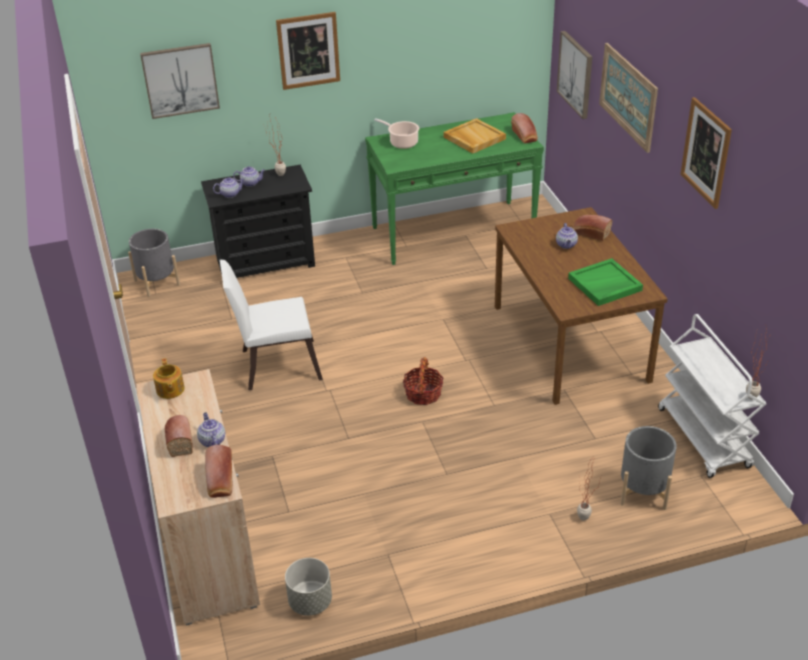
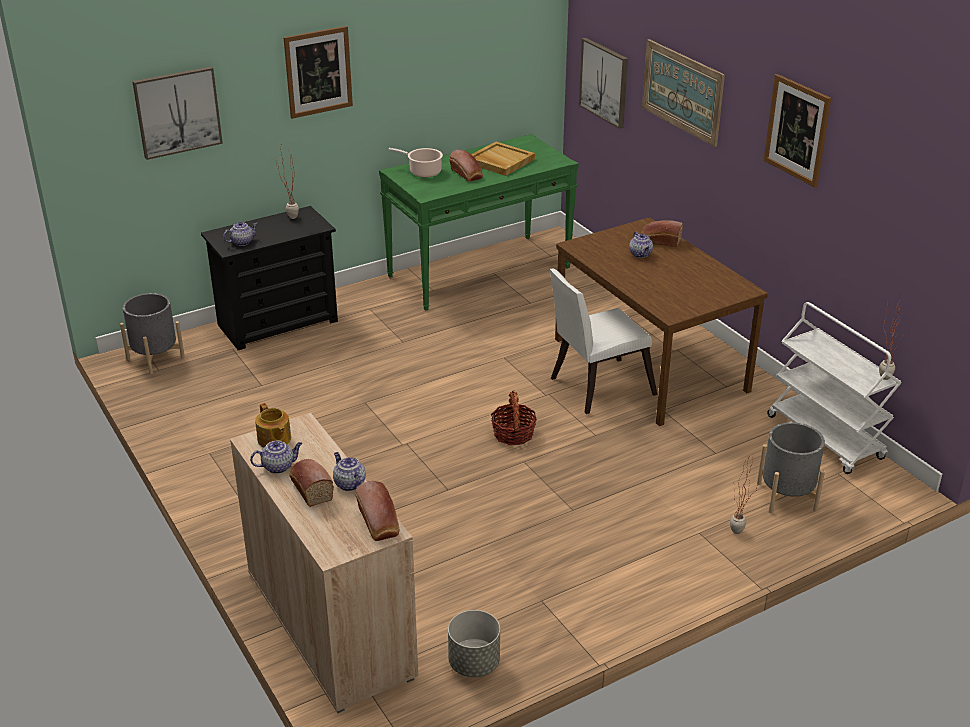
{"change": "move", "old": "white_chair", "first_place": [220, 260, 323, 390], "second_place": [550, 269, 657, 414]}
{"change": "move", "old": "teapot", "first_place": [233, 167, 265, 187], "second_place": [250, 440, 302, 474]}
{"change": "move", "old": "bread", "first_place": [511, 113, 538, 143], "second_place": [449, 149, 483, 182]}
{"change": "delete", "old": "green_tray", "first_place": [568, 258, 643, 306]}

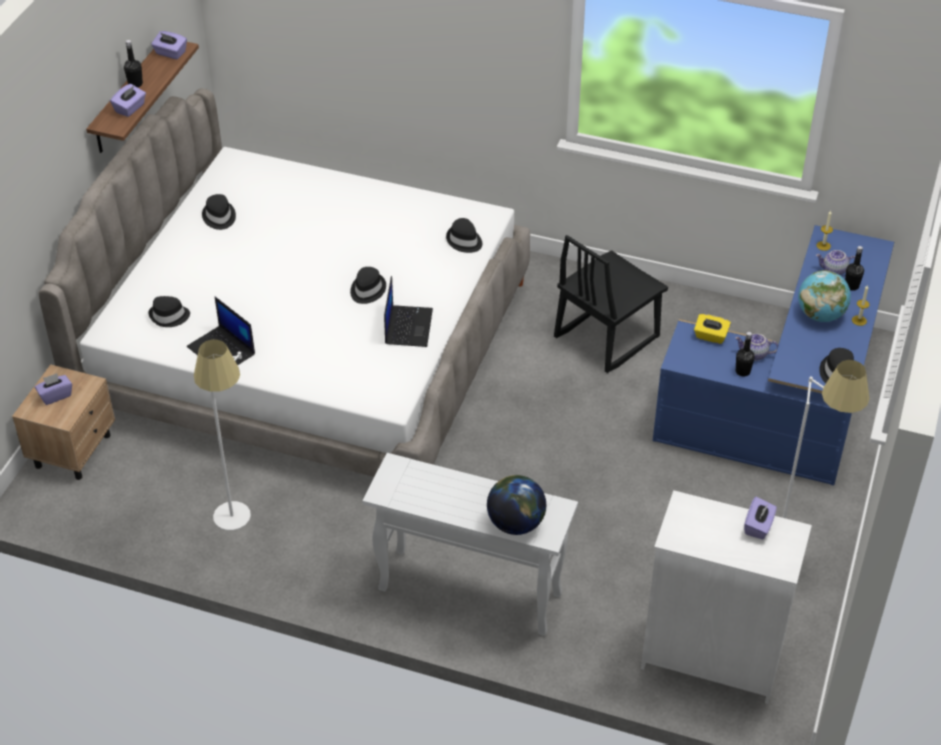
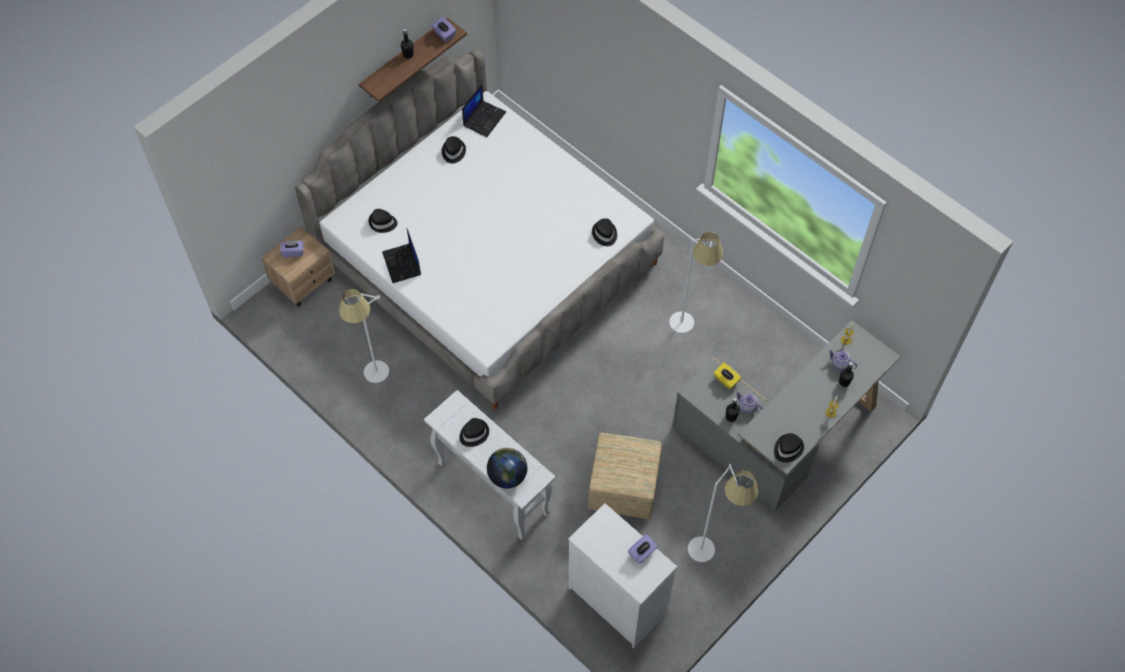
{"change": "delete", "old": "purple_tissue_box", "first_place": [110, 84, 146, 117]}
{"change": "move", "old": "black_hat", "first_place": [350, 267, 386, 304], "second_place": [459, 418, 489, 447]}
{"change": "move", "old": "laptop", "first_place": [384, 276, 433, 347], "second_place": [462, 84, 506, 137]}
{"change": "replace", "old": "black_chair", "new": "white_floor_lamp", "first_place": [554, 235, 668, 373], "second_place": [669, 232, 723, 333]}
{"change": "recolor", "old": "blue_desk", "new": "grey_desk", "first_place": [653, 225, 894, 486], "second_place": [672, 320, 901, 512]}
{"change": "delete", "old": "globe", "first_place": [798, 270, 851, 322]}
{"change": "insert", "new": "ottoman", "second_place": [588, 432, 662, 519]}

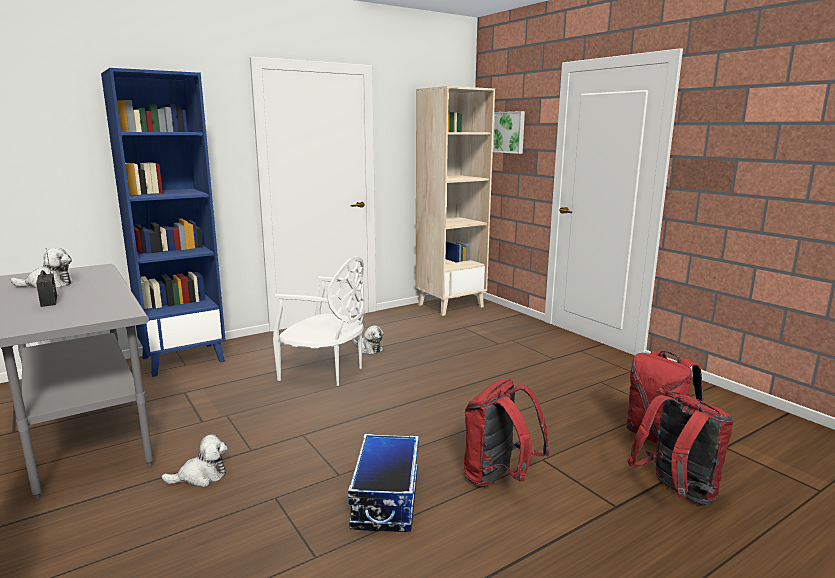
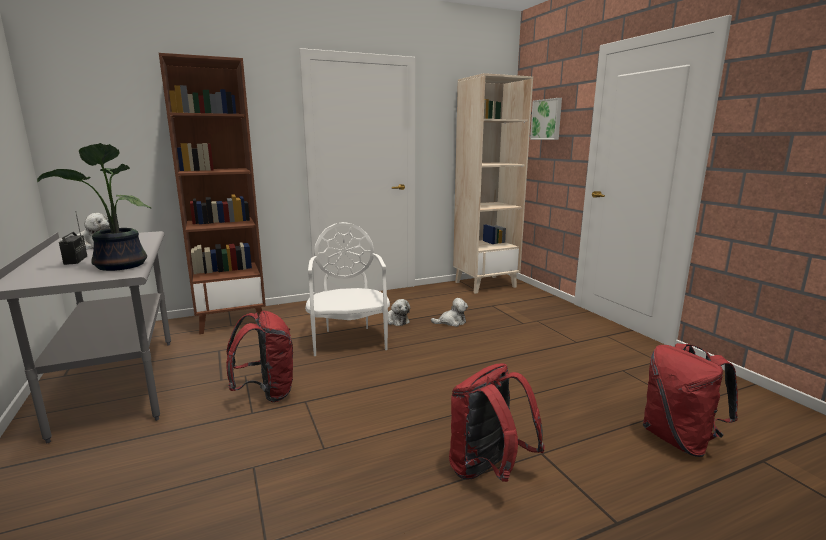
{"change": "recolor", "old": "blue_bookcase", "new": "brown_bookcase", "first_place": [101, 68, 226, 377], "second_place": [159, 53, 266, 334]}
{"change": "move", "old": "plush_toy", "first_place": [161, 434, 227, 487], "second_place": [431, 298, 468, 327]}
{"change": "rotate", "old": "white_chair", "first_place": [273, 257, 365, 386], "second_place": [305, 222, 390, 356], "degrees": -135}
{"change": "delete", "old": "storage_box", "first_place": [348, 434, 419, 532]}
{"change": "move", "old": "red_backpack", "first_place": [628, 390, 733, 506], "second_place": [226, 311, 294, 402]}
{"change": "insert", "new": "potted_plant", "second_place": [37, 143, 152, 271]}

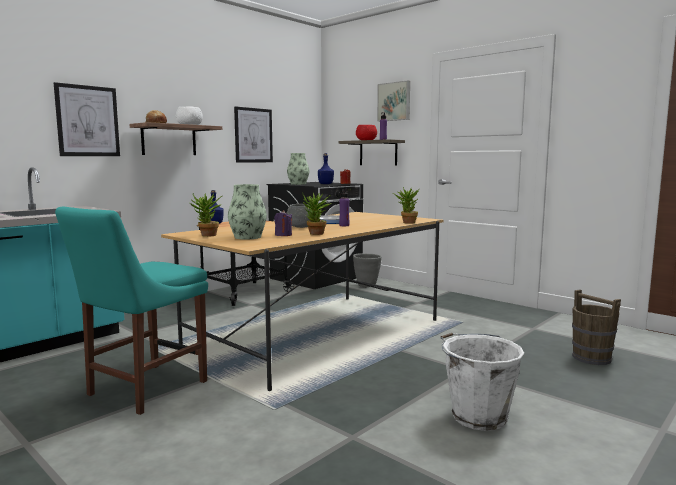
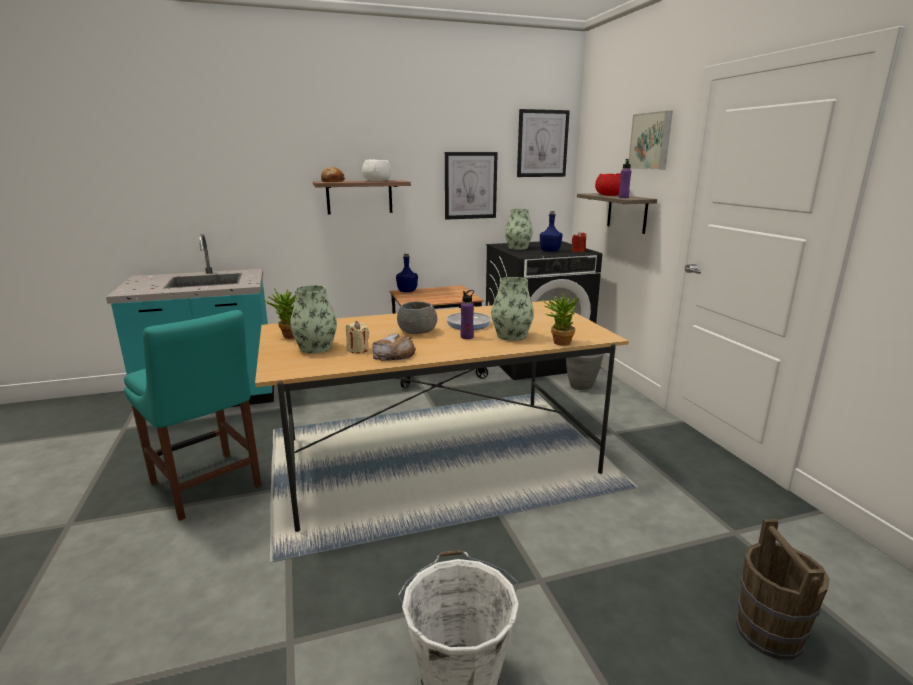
{"change": "move", "old": "picture", "first_place": [54, 82, 120, 156], "second_place": [517, 109, 570, 177]}
{"change": "rotate", "old": "turquoise_chair", "first_place": [55, 207, 208, 415], "second_place": [124, 310, 262, 521], "degrees": -105}
{"change": "recolor", "old": "purple_candle", "new": "beige_candle", "first_place": [274, 210, 292, 236], "second_place": [346, 321, 369, 353]}
{"change": "replace", "old": "potted_plant", "new": "bread", "first_place": [302, 192, 332, 235], "second_place": [372, 333, 416, 361]}
{"change": "insert", "new": "vase", "second_place": [491, 277, 534, 341]}

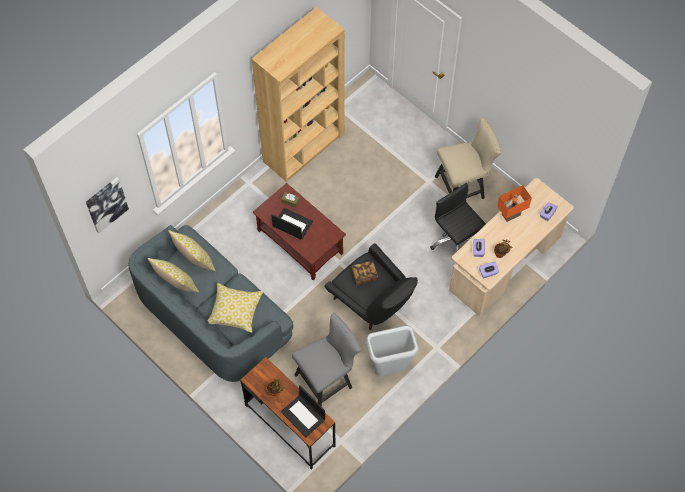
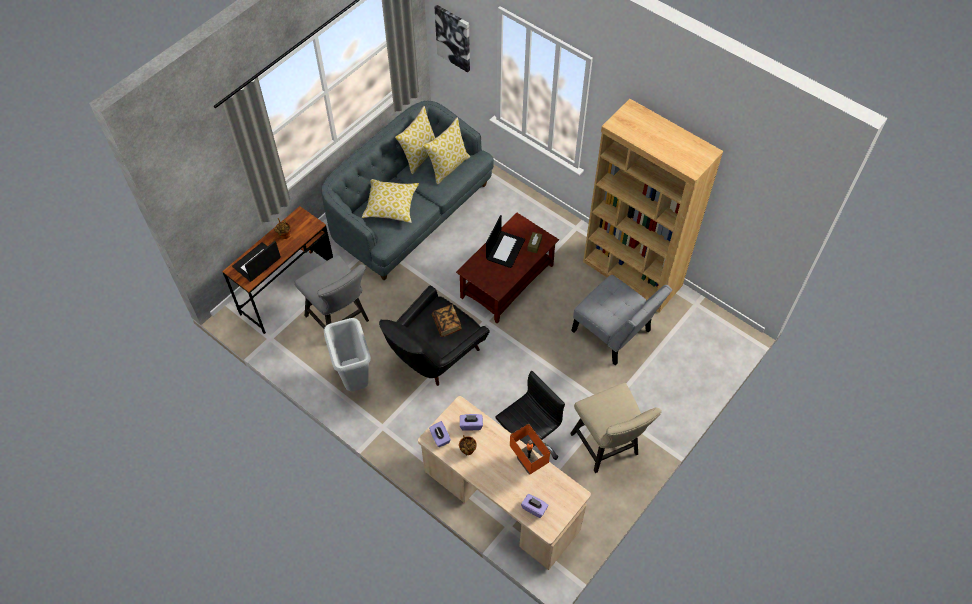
{"change": "insert", "new": "grey_chair", "second_place": [571, 275, 672, 365]}

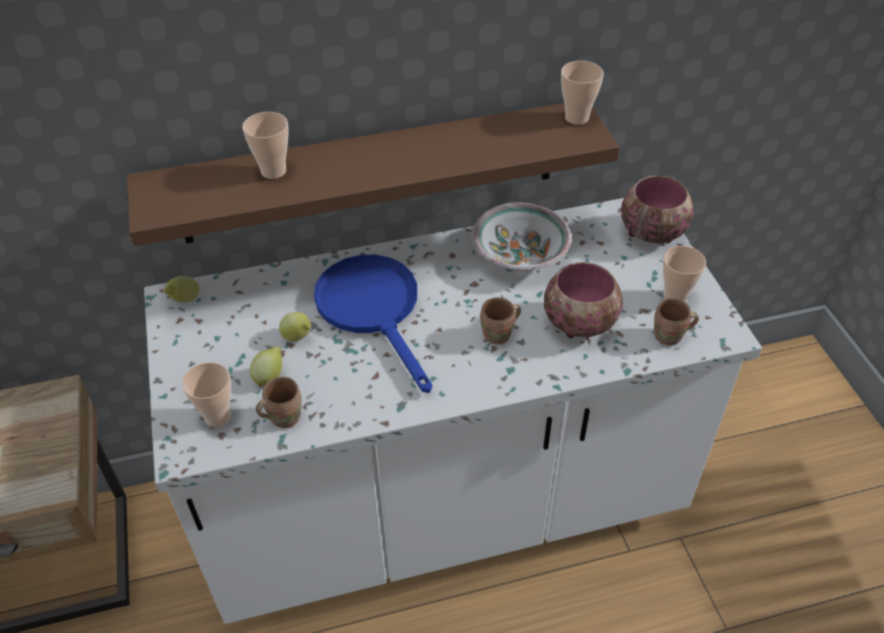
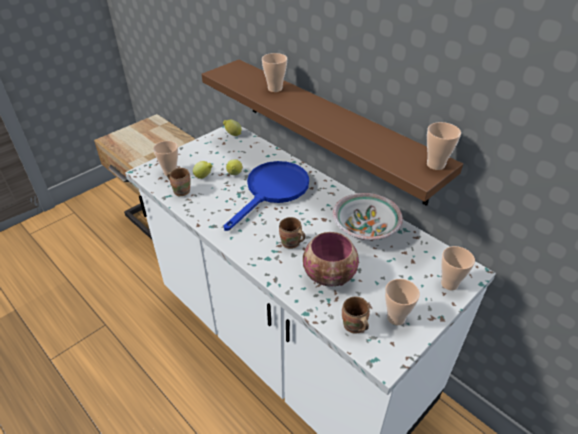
{"change": "replace", "old": "bowl", "new": "cup", "first_place": [621, 175, 693, 243], "second_place": [441, 246, 475, 290]}

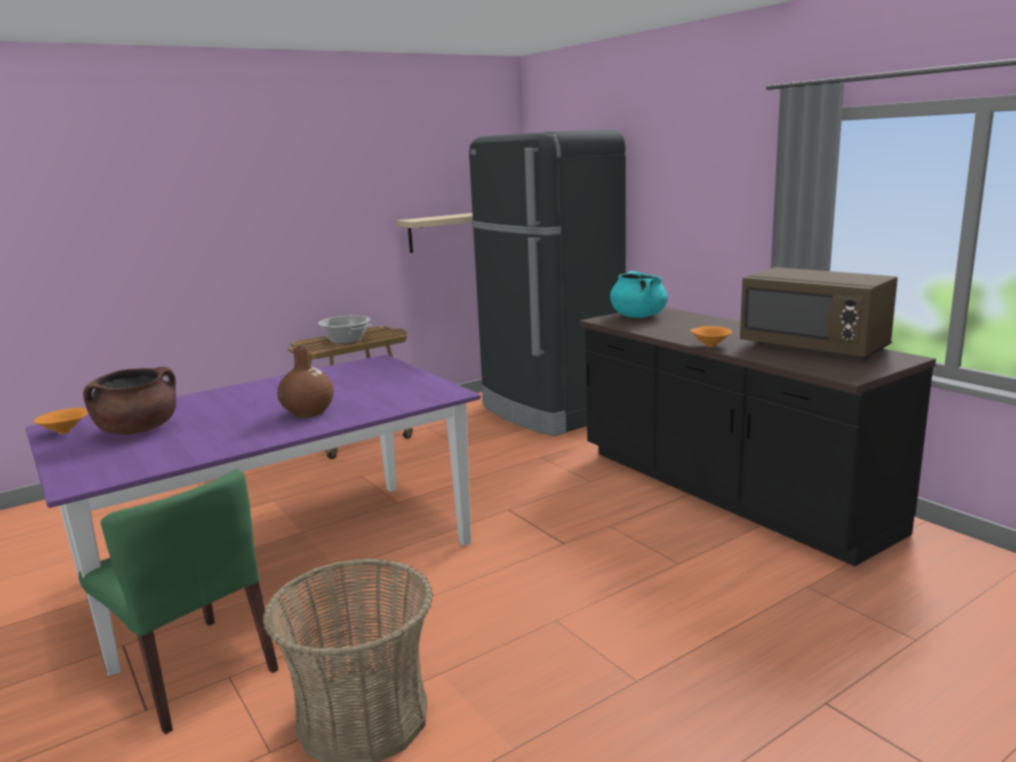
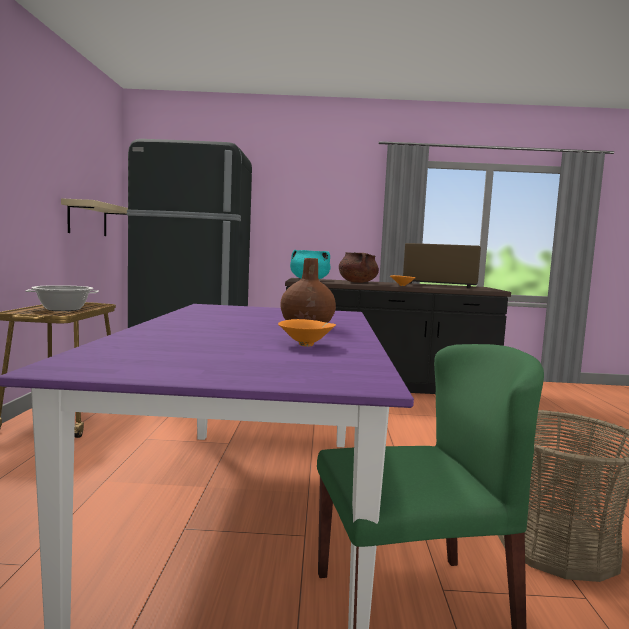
{"change": "move", "old": "orange_bowl", "first_place": [34, 408, 87, 434], "second_place": [278, 319, 336, 347]}
{"change": "move", "old": "brown_cooking_pot", "first_place": [83, 367, 176, 435], "second_place": [339, 252, 379, 283]}
{"change": "rotate", "old": "brown_microwave", "first_place": [740, 267, 898, 360], "second_place": [403, 243, 481, 288], "degrees": -150}

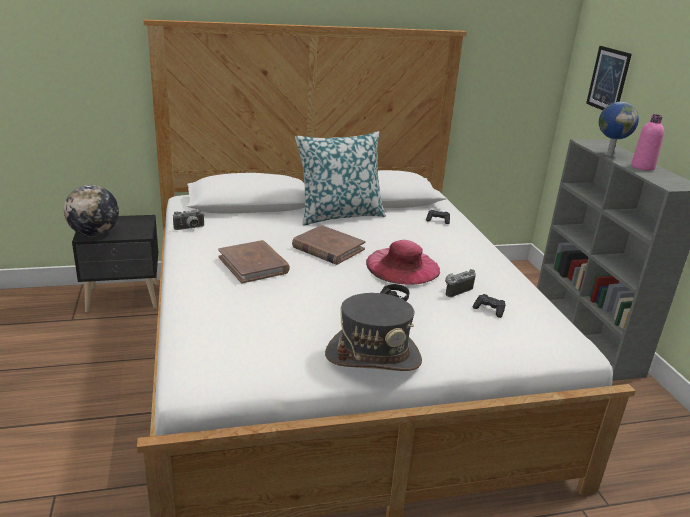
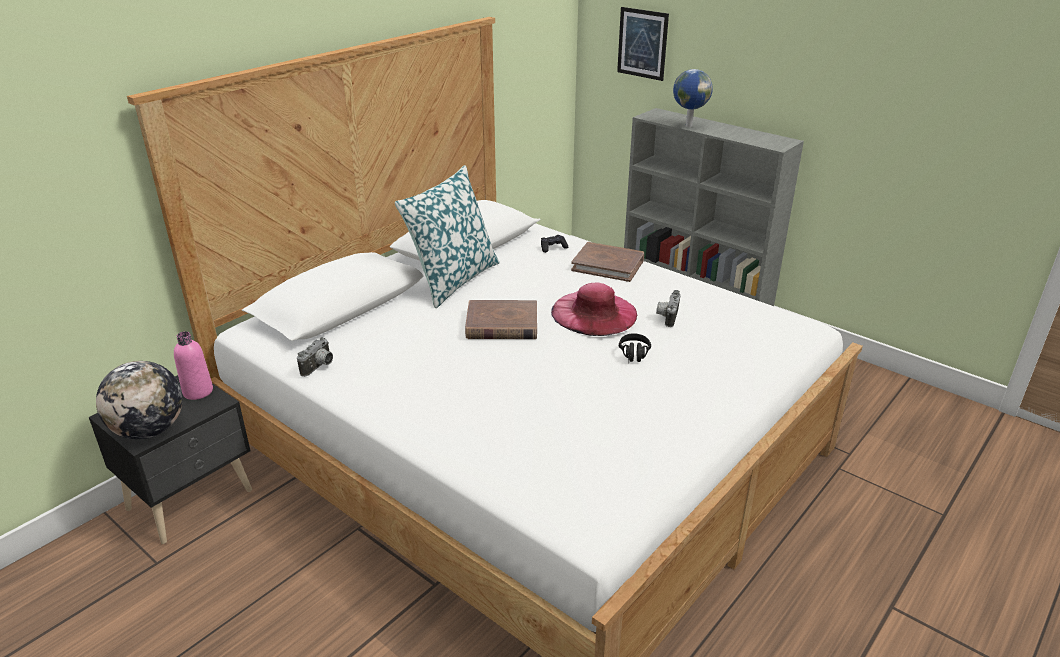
{"change": "move", "old": "brown_book", "first_place": [218, 240, 290, 284], "second_place": [571, 242, 644, 282]}
{"change": "delete", "old": "grey_hat", "first_place": [325, 293, 422, 371]}
{"change": "delete", "old": "black_game_controller", "first_place": [473, 294, 506, 318]}
{"change": "move", "old": "pink_bottle", "first_place": [631, 114, 664, 171], "second_place": [174, 331, 213, 400]}

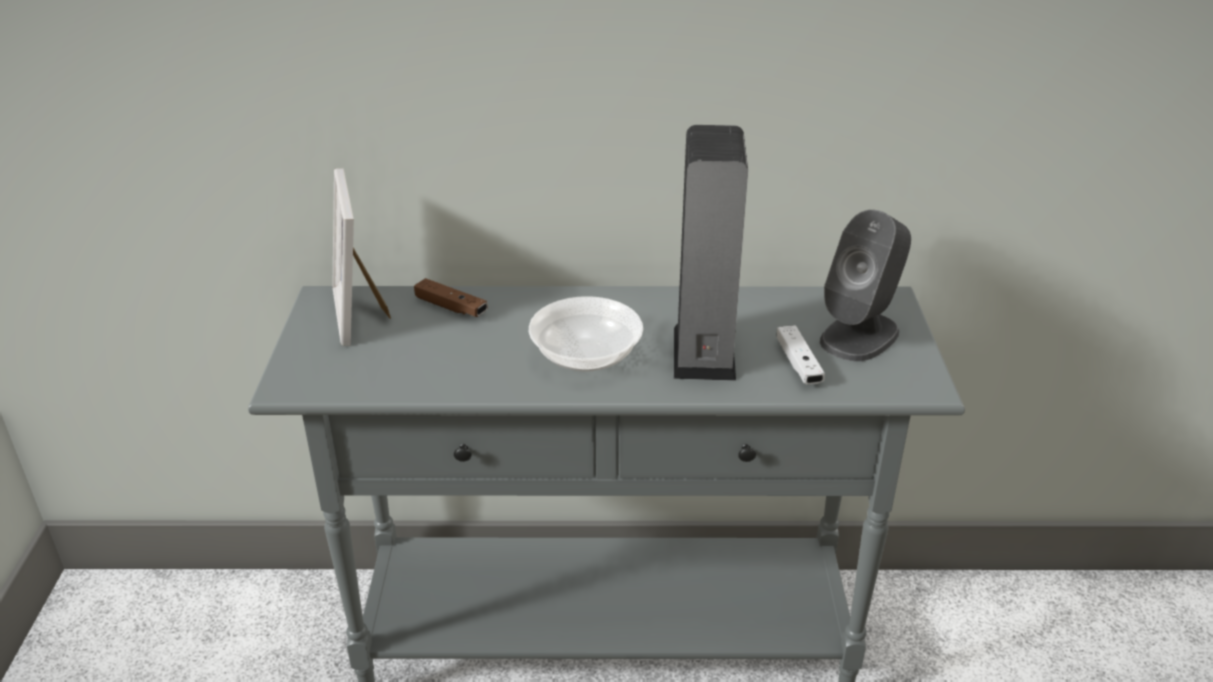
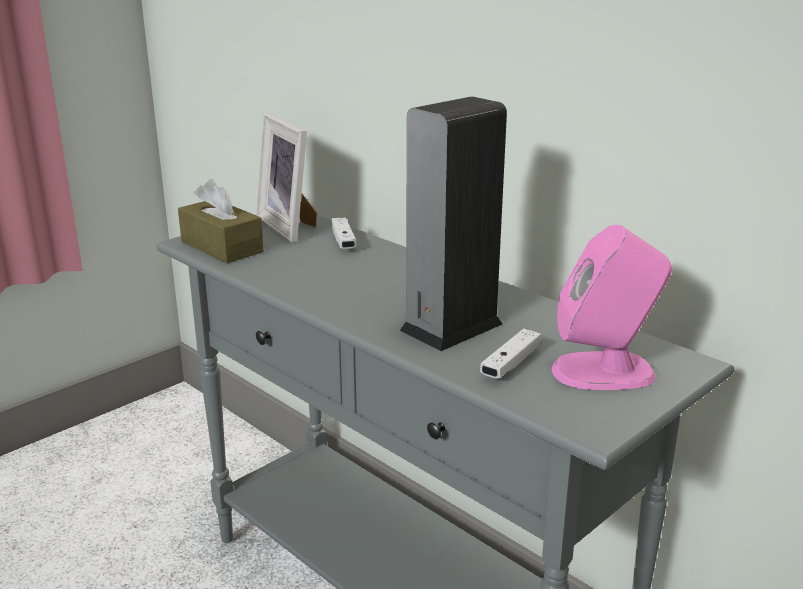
{"change": "rotate", "old": "picture_frame", "first_place": [332, 168, 391, 346], "second_place": [256, 113, 317, 242], "degrees": -60}
{"change": "recolor", "old": "brown_game_controller", "new": "white_game_controller", "first_place": [414, 278, 488, 317], "second_place": [331, 217, 356, 249]}
{"change": "delete", "old": "bowl", "first_place": [529, 296, 643, 372]}
{"change": "recolor", "old": "grey_speaker", "new": "pink_speaker", "first_place": [820, 210, 911, 361], "second_place": [552, 225, 672, 390]}
{"change": "insert", "new": "brown_tissue_box", "second_place": [178, 179, 264, 263]}

